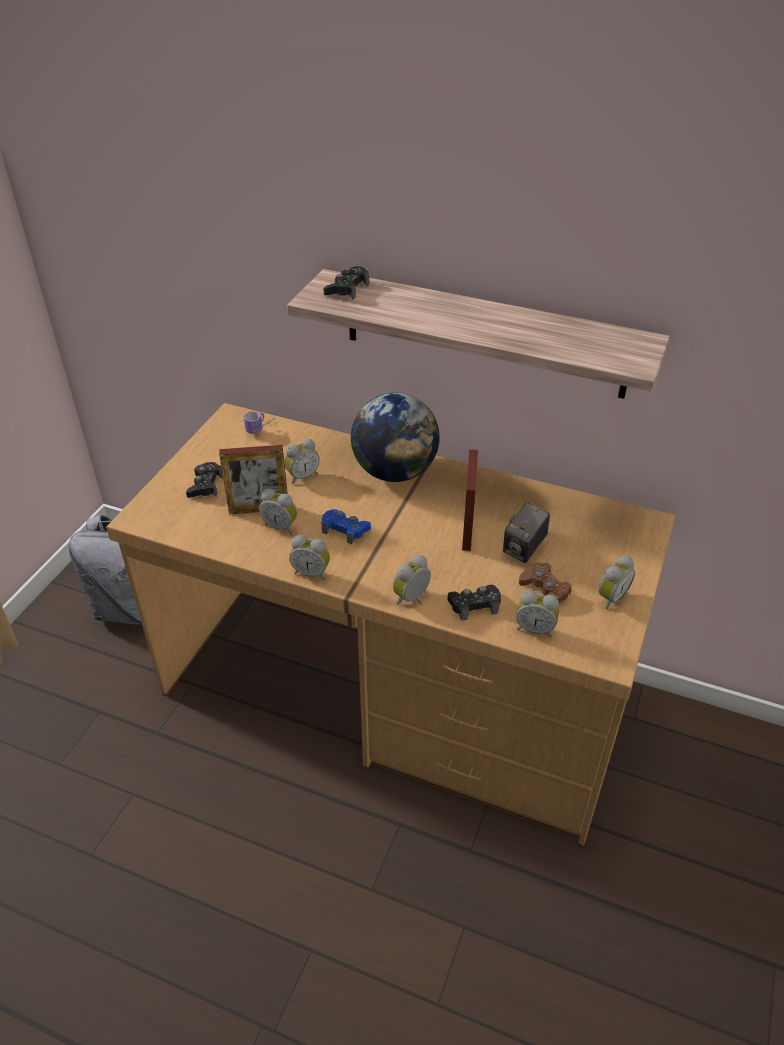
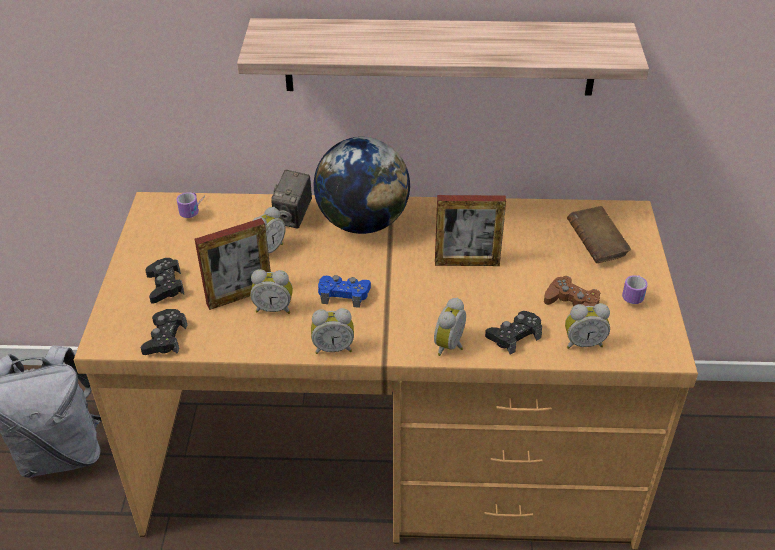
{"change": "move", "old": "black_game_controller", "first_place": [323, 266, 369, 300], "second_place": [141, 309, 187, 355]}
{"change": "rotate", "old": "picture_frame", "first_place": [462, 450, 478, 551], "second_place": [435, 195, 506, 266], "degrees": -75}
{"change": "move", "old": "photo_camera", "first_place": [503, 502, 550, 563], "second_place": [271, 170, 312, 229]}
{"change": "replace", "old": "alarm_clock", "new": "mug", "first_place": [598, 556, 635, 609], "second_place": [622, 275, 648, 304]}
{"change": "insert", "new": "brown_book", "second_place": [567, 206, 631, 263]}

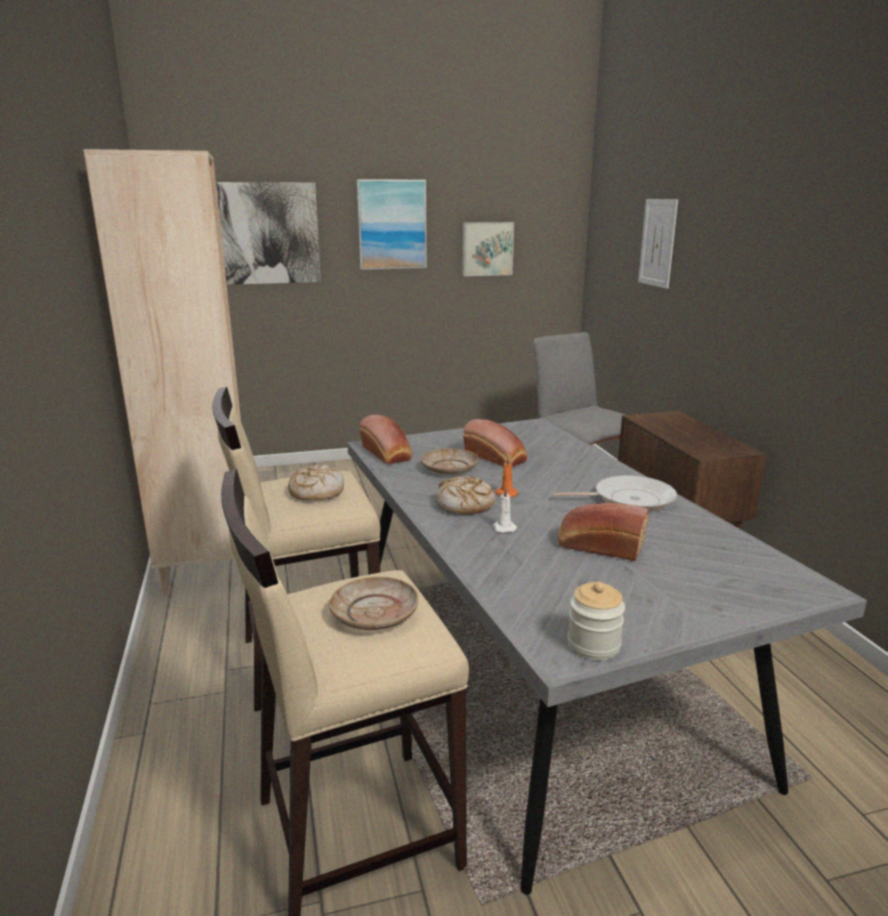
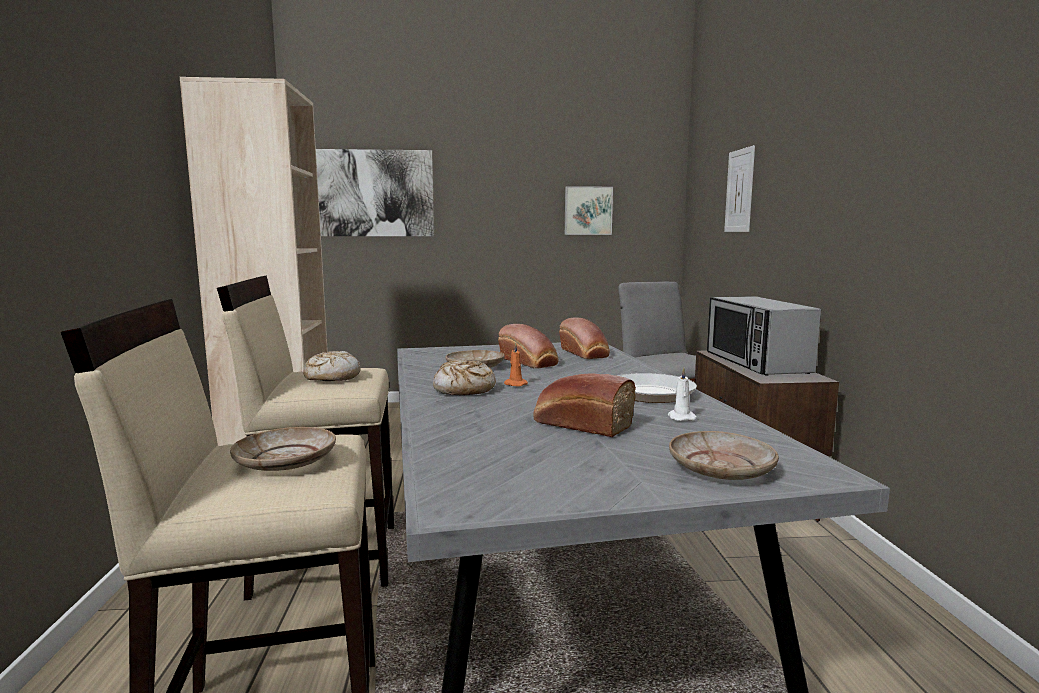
{"change": "delete", "old": "picture", "first_place": [357, 179, 427, 270]}
{"change": "move", "old": "bread", "first_place": [360, 415, 412, 464], "second_place": [559, 317, 610, 359]}
{"change": "move", "old": "white_candle", "first_place": [493, 487, 517, 533], "second_place": [668, 367, 697, 421]}
{"change": "delete", "old": "jar", "first_place": [567, 582, 625, 660]}
{"change": "insert", "new": "beige_plate", "second_place": [669, 431, 779, 480]}
{"change": "insert", "new": "microwave", "second_place": [707, 296, 821, 375]}

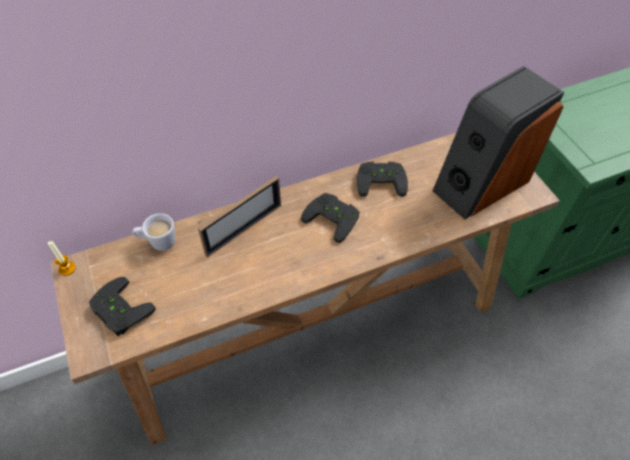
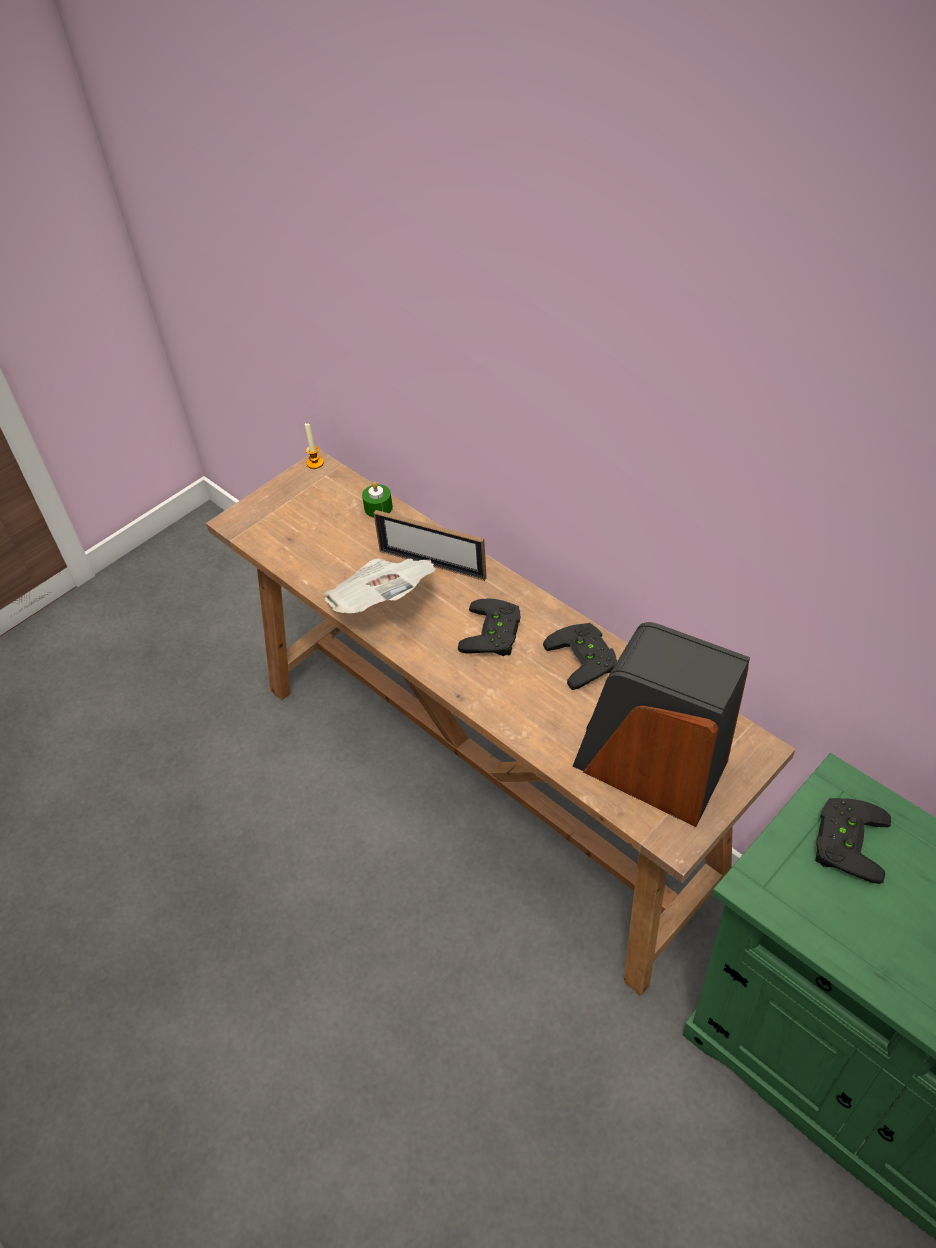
{"change": "move", "old": "black_game_controller", "first_place": [89, 277, 156, 336], "second_place": [815, 798, 891, 884]}
{"change": "replace", "old": "white_mug", "new": "green_candle", "first_place": [132, 213, 175, 251], "second_place": [362, 482, 393, 518]}
{"change": "insert", "new": "newspaper", "second_place": [324, 558, 436, 613]}

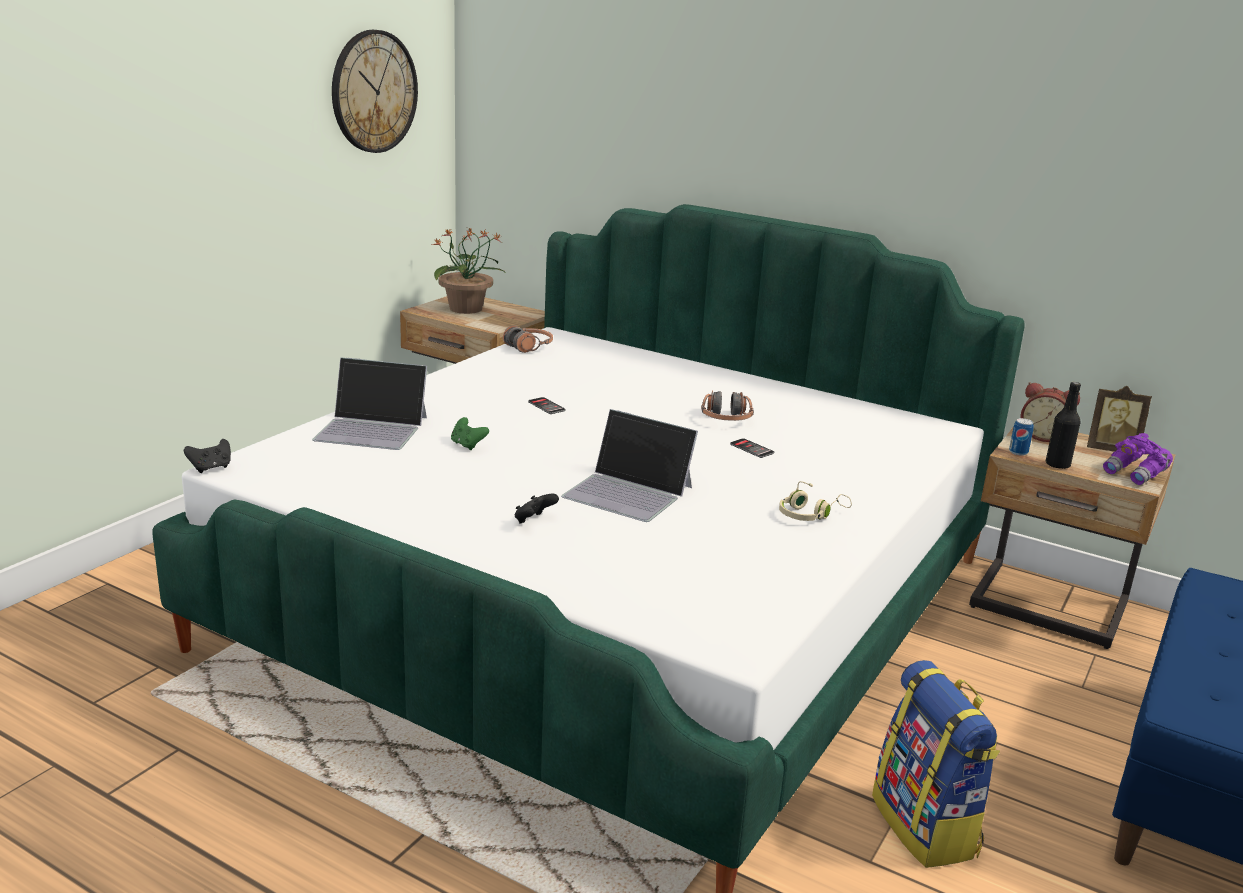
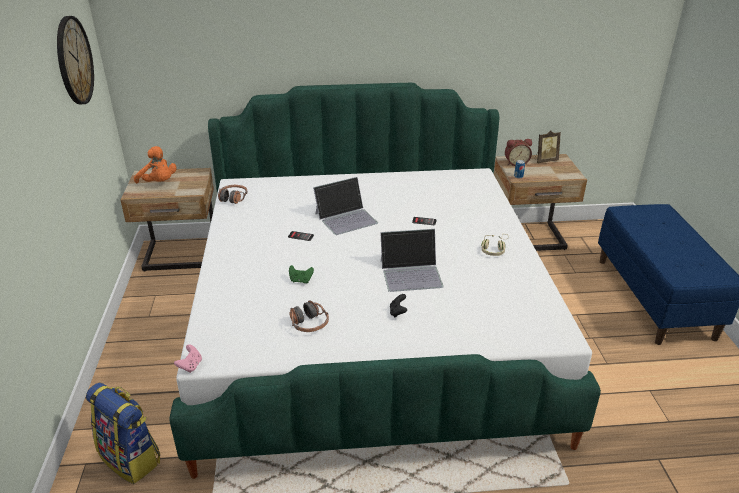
{"change": "recolor", "old": "black_game_controller", "new": "pink_game_controller", "first_place": [184, 439, 231, 473], "second_place": [174, 344, 202, 373]}
{"change": "move", "old": "laptop", "first_place": [312, 357, 427, 450], "second_place": [313, 177, 378, 235]}
{"change": "replace", "old": "potted_plant", "new": "orange_plush_toy", "first_place": [430, 228, 505, 314], "second_place": [134, 146, 177, 183]}
{"change": "move", "old": "headphones", "first_place": [701, 390, 754, 421], "second_place": [289, 300, 329, 332]}
{"change": "move", "old": "backpack", "first_place": [872, 660, 1000, 868], "second_place": [86, 383, 160, 484]}
{"change": "delete", "old": "black_bottle", "first_place": [1046, 382, 1081, 469]}
{"change": "delete", "old": "purple_binoculars", "first_place": [1103, 433, 1173, 485]}

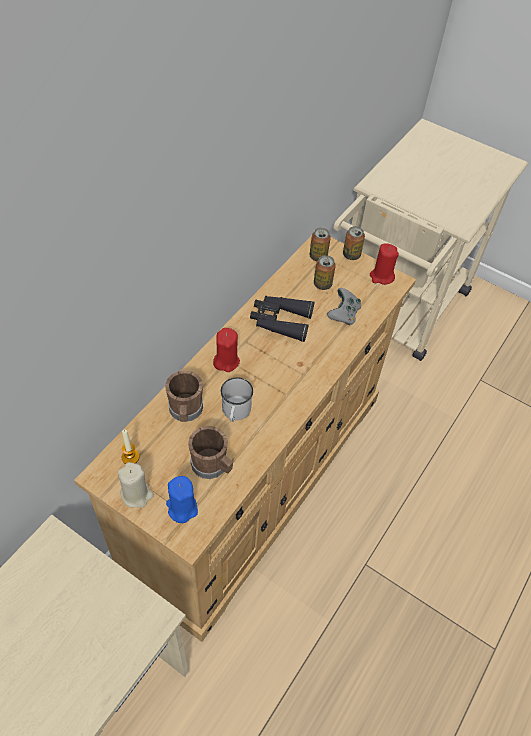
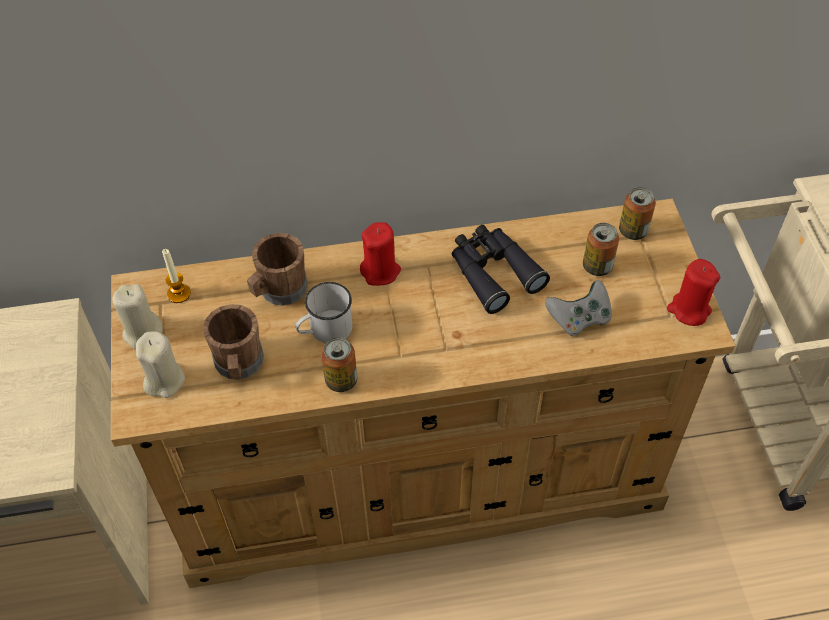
{"change": "recolor", "old": "blue_candle", "new": "beige_candle", "first_place": [166, 476, 198, 523], "second_place": [136, 331, 185, 398]}
{"change": "move", "old": "can", "first_place": [343, 226, 365, 260], "second_place": [321, 337, 357, 392]}

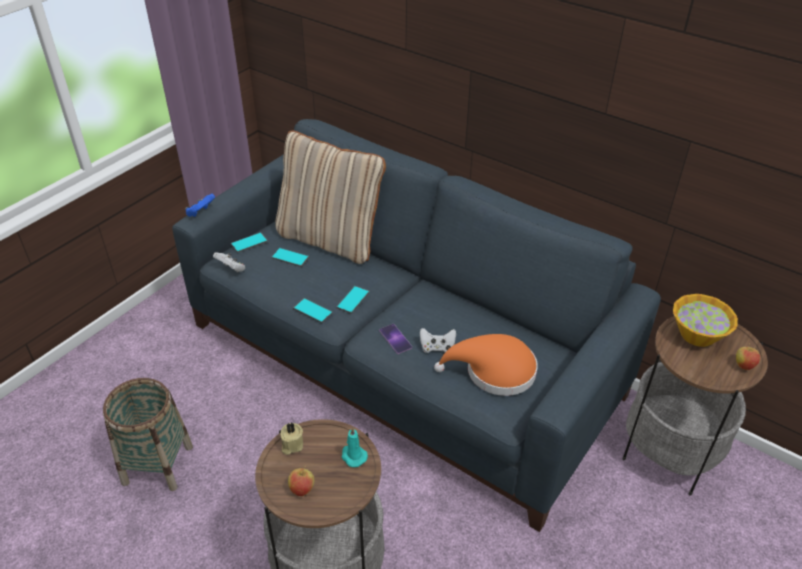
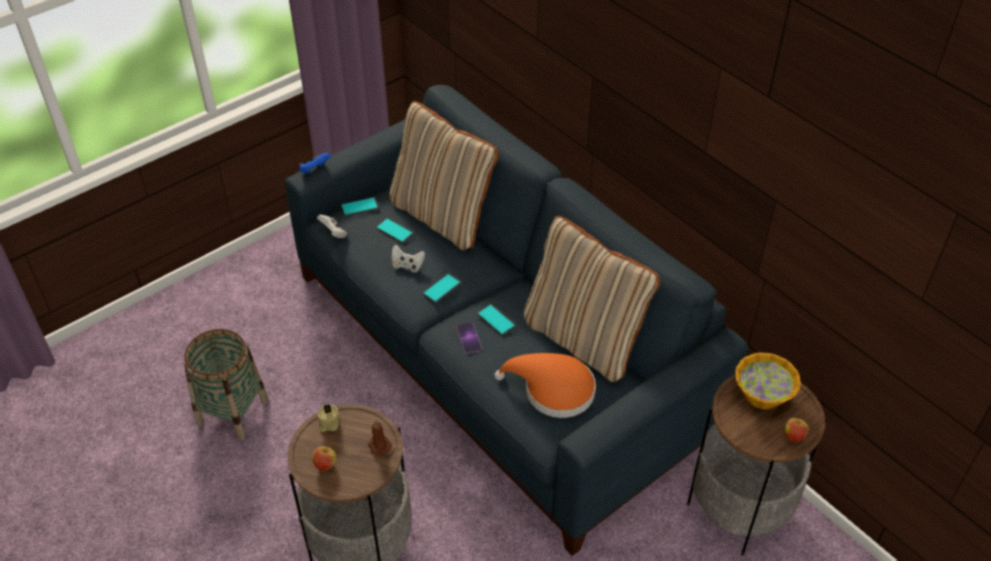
{"change": "move", "old": "phone", "first_place": [293, 298, 333, 323], "second_place": [477, 304, 515, 336]}
{"change": "recolor", "old": "turquoise_candle", "new": "brown_candle", "first_place": [341, 427, 368, 467], "second_place": [368, 420, 392, 456]}
{"change": "move", "old": "white_game_controller", "first_place": [420, 328, 456, 353], "second_place": [392, 245, 425, 273]}
{"change": "insert", "new": "beige_pillow", "second_place": [524, 216, 660, 382]}

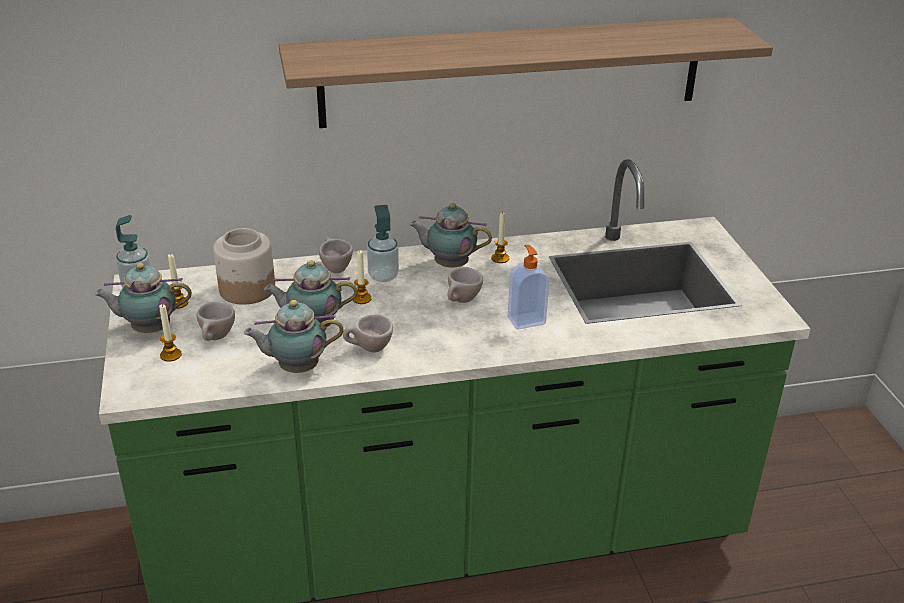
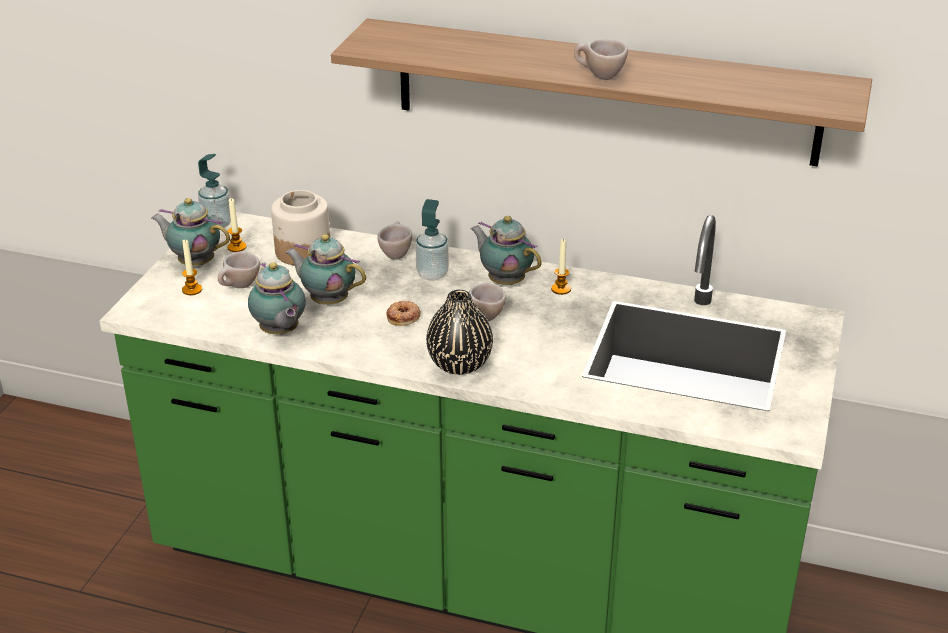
{"change": "rotate", "old": "teapot", "first_place": [244, 300, 344, 373], "second_place": [248, 262, 306, 335], "degrees": -135}
{"change": "move", "old": "beige_cup", "first_place": [343, 314, 393, 353], "second_place": [574, 39, 628, 80]}
{"change": "delete", "old": "candle", "first_place": [353, 250, 372, 304]}
{"change": "delete", "old": "soap_dispenser", "first_place": [508, 245, 549, 330]}
{"change": "insert", "new": "donut", "second_place": [386, 301, 421, 326]}
{"change": "insert", "new": "black_vase", "second_place": [426, 290, 493, 375]}

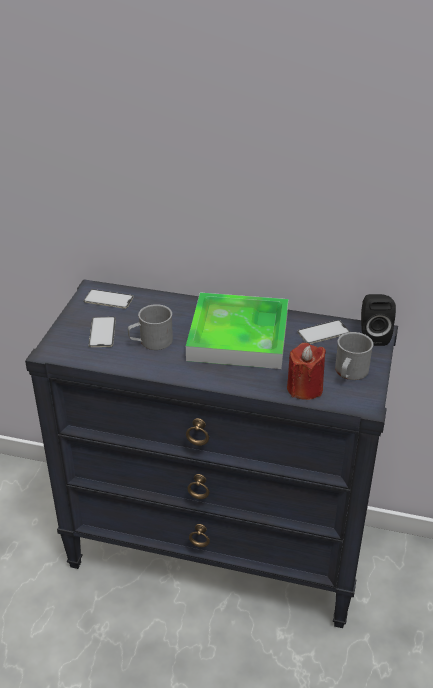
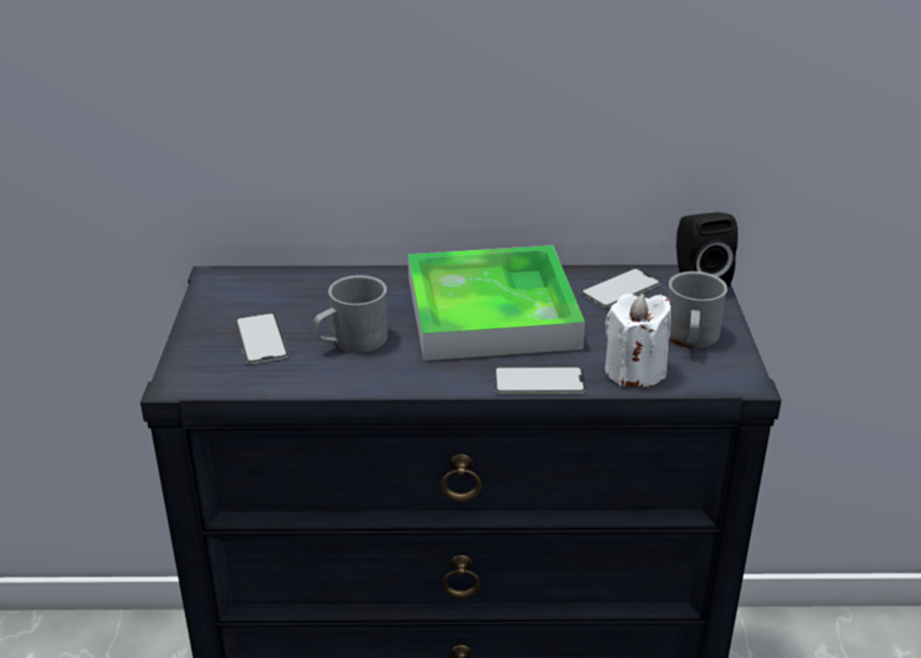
{"change": "move", "old": "phone", "first_place": [84, 289, 134, 309], "second_place": [494, 366, 586, 394]}
{"change": "recolor", "old": "red_candle", "new": "white_candle", "first_place": [287, 343, 326, 400], "second_place": [605, 293, 671, 387]}

